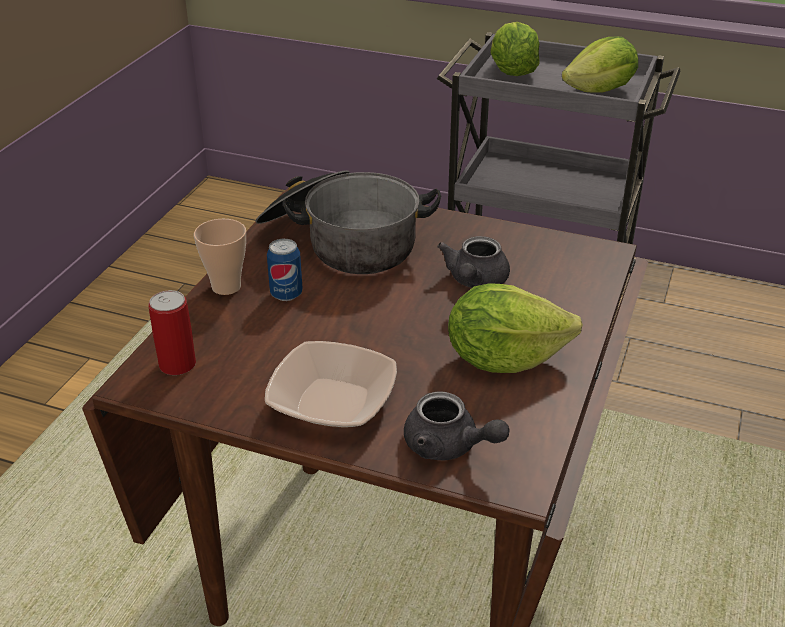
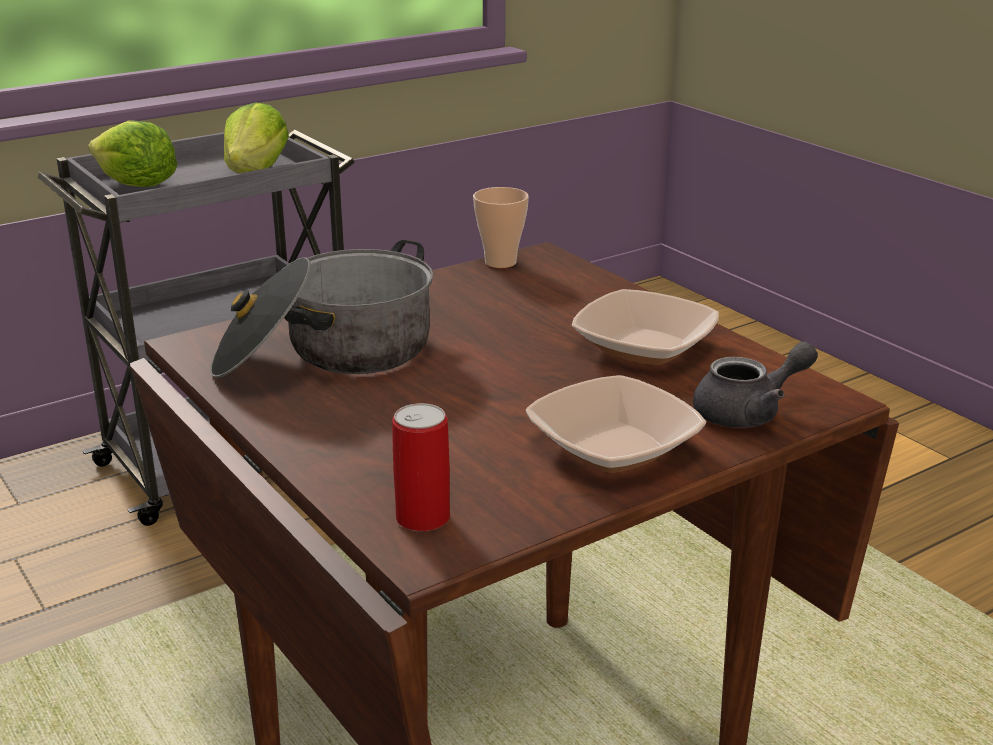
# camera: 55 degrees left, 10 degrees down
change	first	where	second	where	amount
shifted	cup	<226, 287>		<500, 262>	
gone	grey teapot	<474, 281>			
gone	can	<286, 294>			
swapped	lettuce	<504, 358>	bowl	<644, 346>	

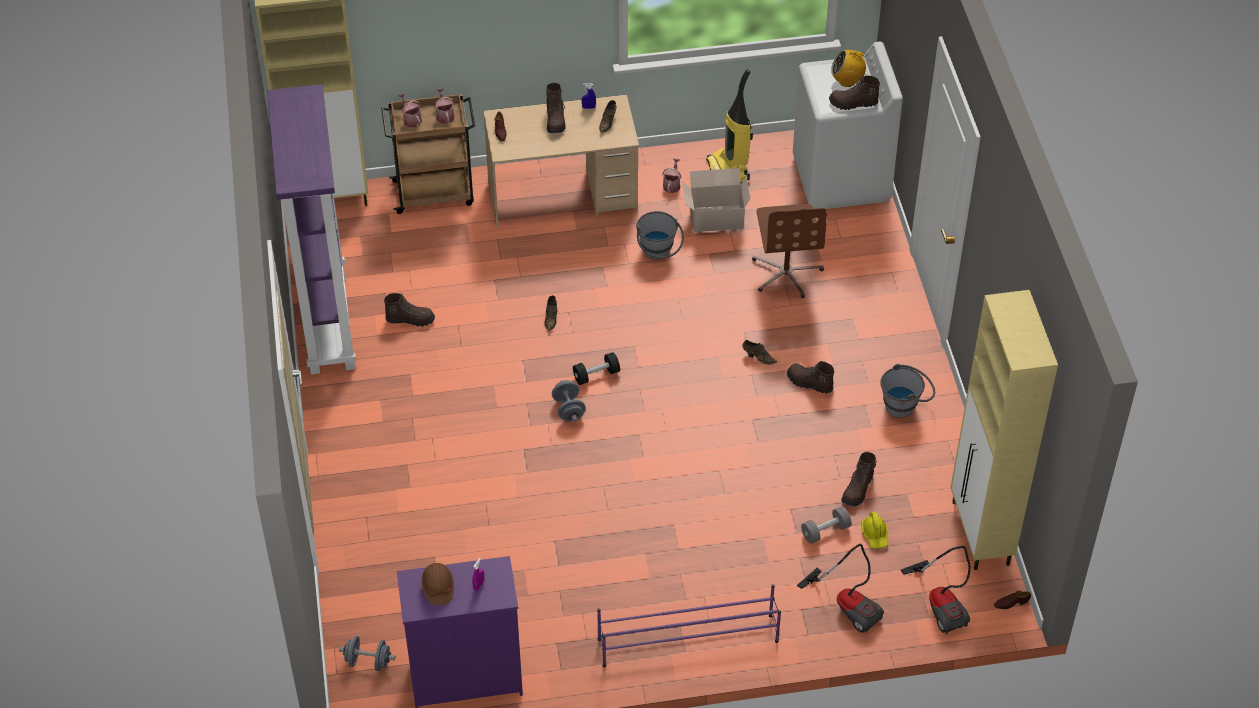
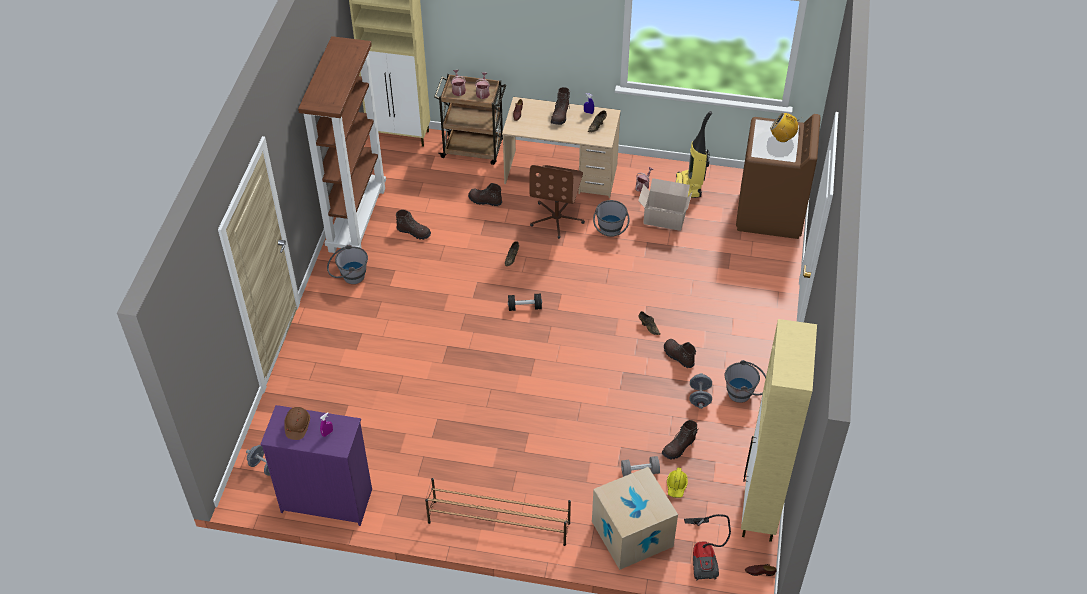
# camera: 20 degrees right, 0 degrees up
change	first	where	second	where	amount
repainted	white washing machine	<841, 179>	brown washing machine	<770, 213>	
shifted	brown boot	<853, 103>		<485, 201>	
repainted	purple bookcase	<326, 322>	brown bookcase	<356, 219>	
shifted	brown office chair	<786, 273>		<557, 218>	
shifted	grey dumbbell	<568, 409>		<699, 397>	
swapped	vacuum cleaner	<849, 605>	cardboard box	<632, 534>	
repainted	purple shoe rack	<687, 640>	brown shoe rack	<498, 522>	
new			grey bucket	<349, 277>	

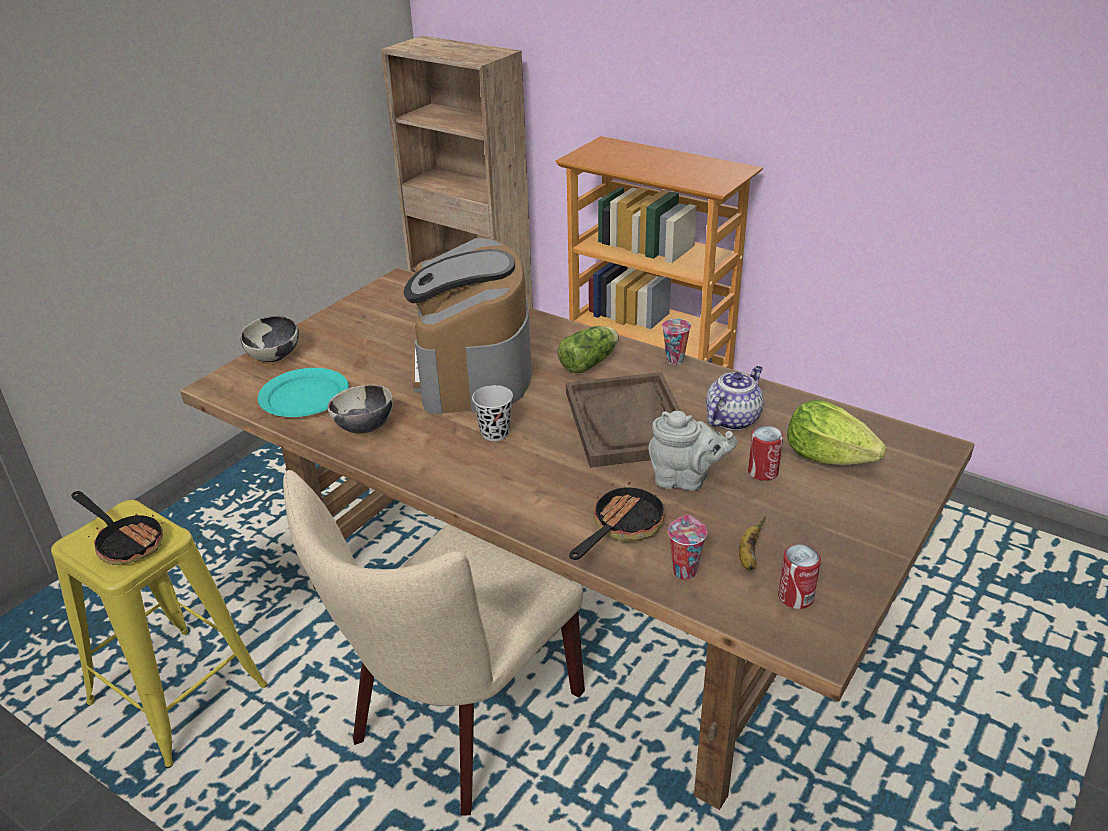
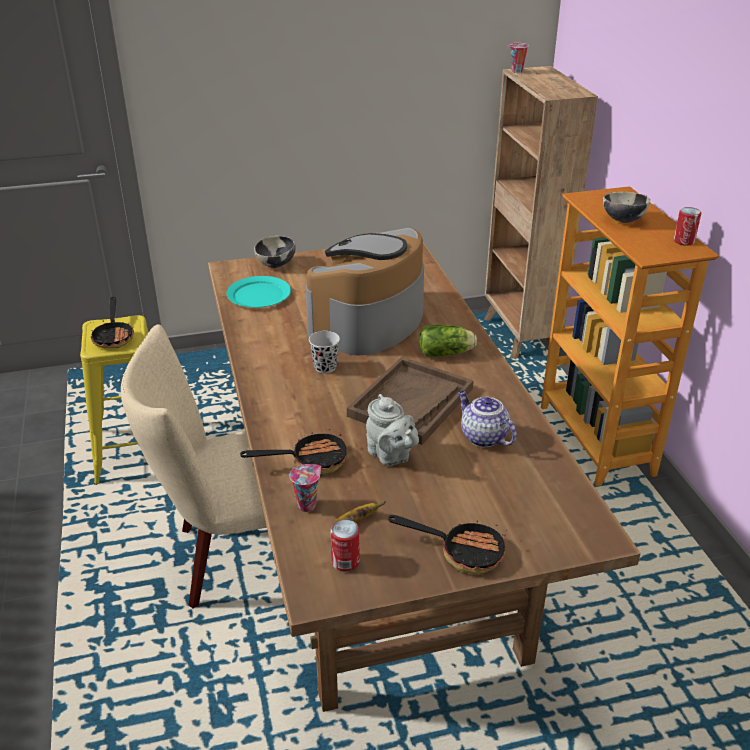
# camera: 40 degrees right, 0 degrees up
change	first	where	second	where	amount
shifted	cup	<674, 361>		<516, 71>	
rotated	teapot	<733, 419>		<482, 437>	120 degrees counterclockwise
shifted	bowl	<364, 428>		<622, 220>	
gone	lettuce	<827, 457>			
shifted	can	<763, 472>		<684, 241>	
new			frying pan	<462, 551>	

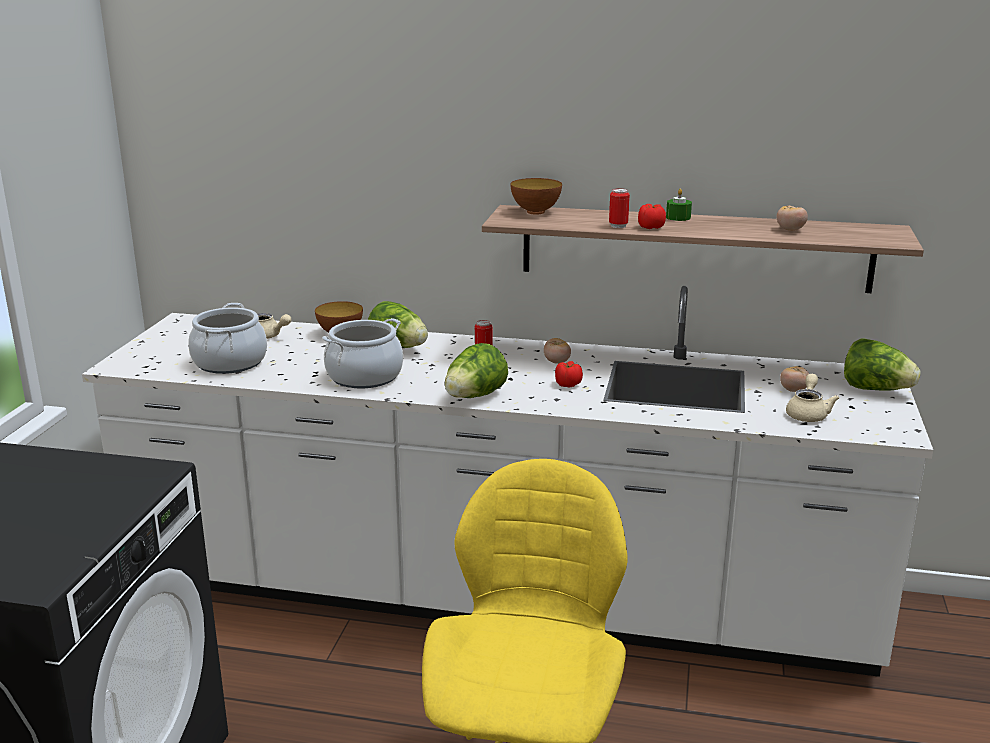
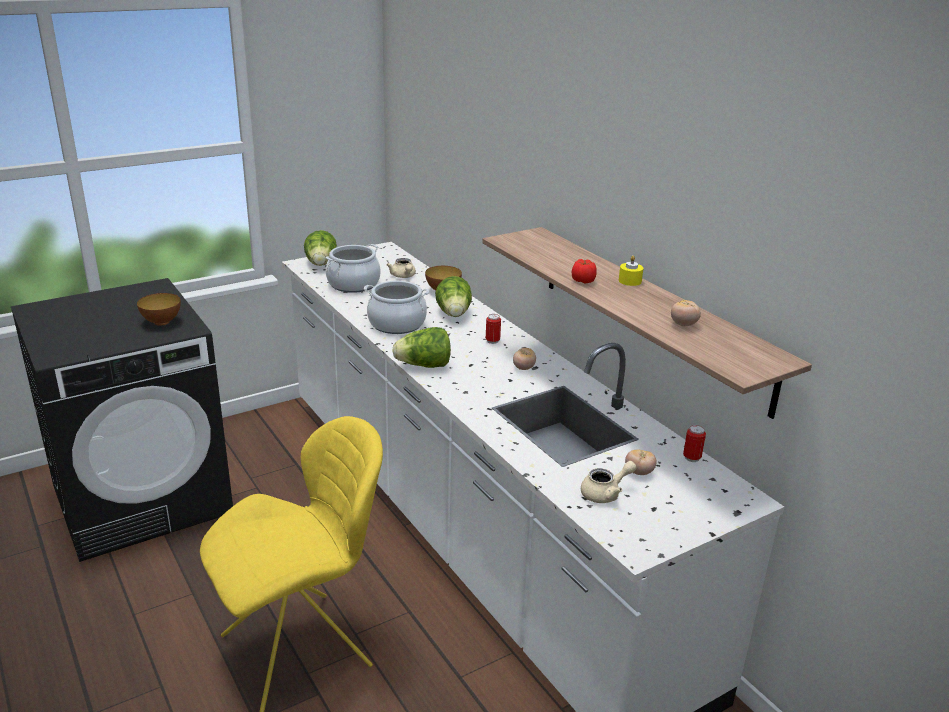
# camera: 45 degrees right, 5 degrees up
change	first	where	second	where	amount
shifted	bowl	<535, 212>		<162, 322>	
shifted	can	<618, 226>		<691, 458>	
repainted	green candle	<678, 217>	yellow candle	<630, 281>	
shifted	lettuce	<875, 390>		<321, 264>	
gone	tomato	<567, 384>			

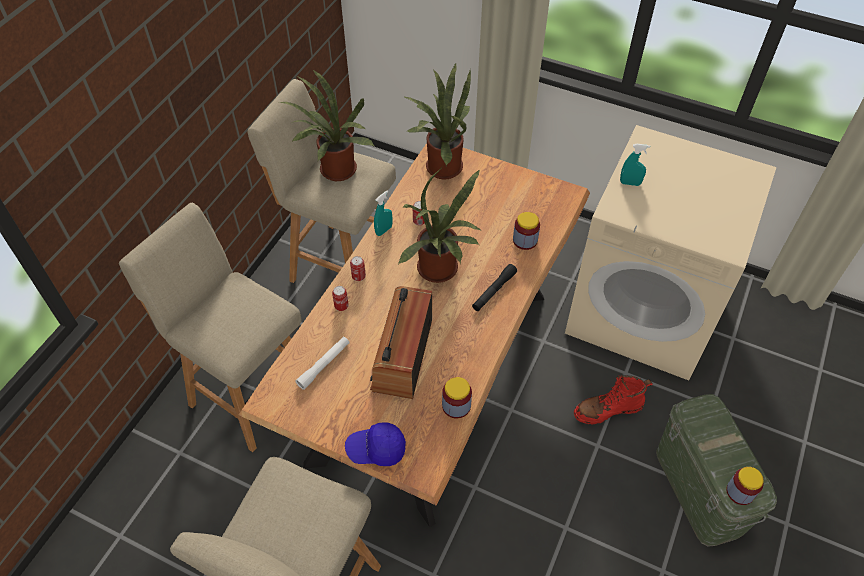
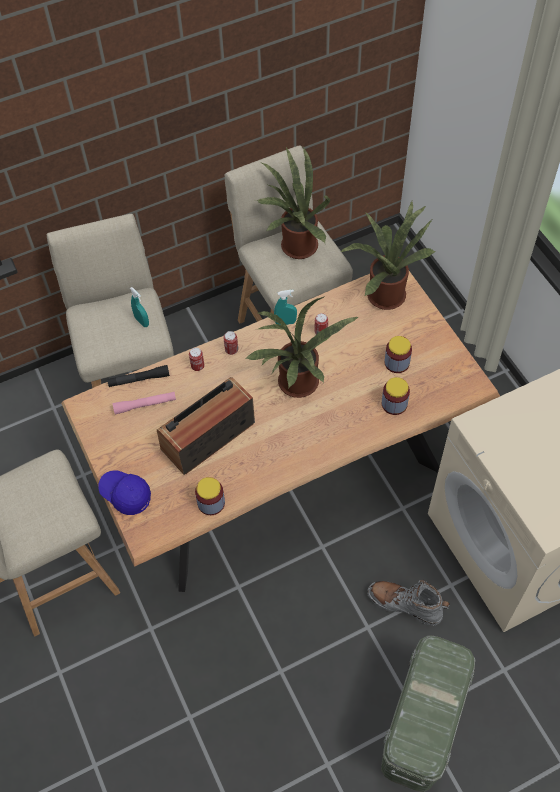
# camera: 40 degrees right, 5 degrees up
change	first	where	second	where	amount
shifted	turquoise spray bottle	<630, 183>		<142, 321>	
shifted	black flashlight	<494, 291>		<139, 379>	
repainted	white flashlight	<324, 365>	pink flashlight	<145, 405>	
repainted	red boot	<608, 409>	grey boot	<405, 604>	
shifted	jar	<740, 492>		<397, 363>	

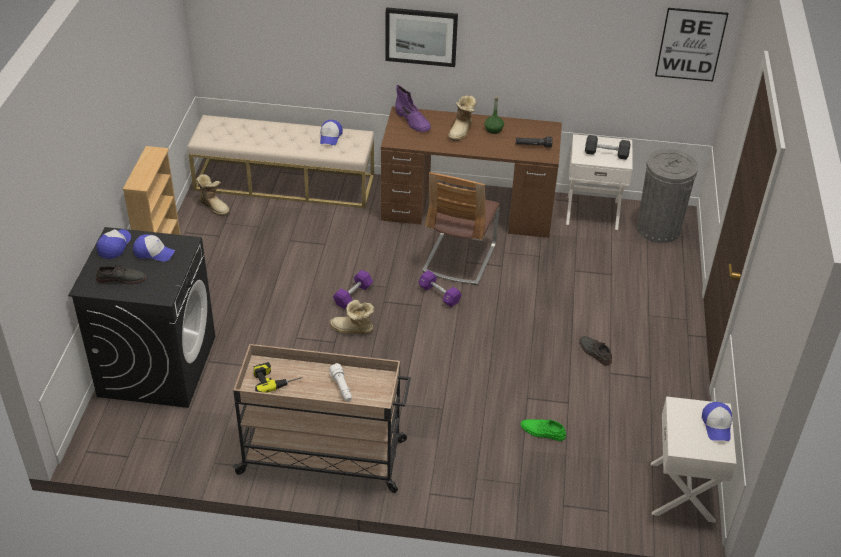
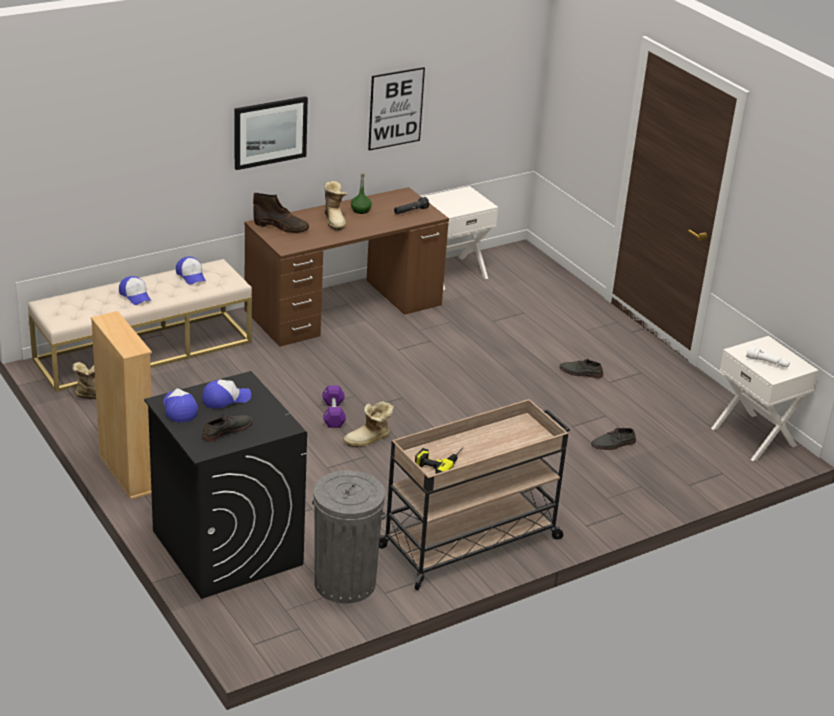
# camera: 40 degrees left, 10 degrees down
change	first	where	second	where	amount
shifted	picture	<690, 44>		<396, 108>	
repainted	purple boot	<413, 121>	brown boot	<281, 227>	
gone	black dumbbell	<606, 153>			
shifted	grey trash can	<658, 229>		<344, 583>	
gone	chair	<459, 258>			
gone	purple dumbbell	<439, 294>			
shifted	white flashlight	<341, 388>		<767, 363>	
shifted	cap	<717, 425>		<135, 295>	
repainted	green shoe	<542, 432>	grey shoe	<613, 444>	

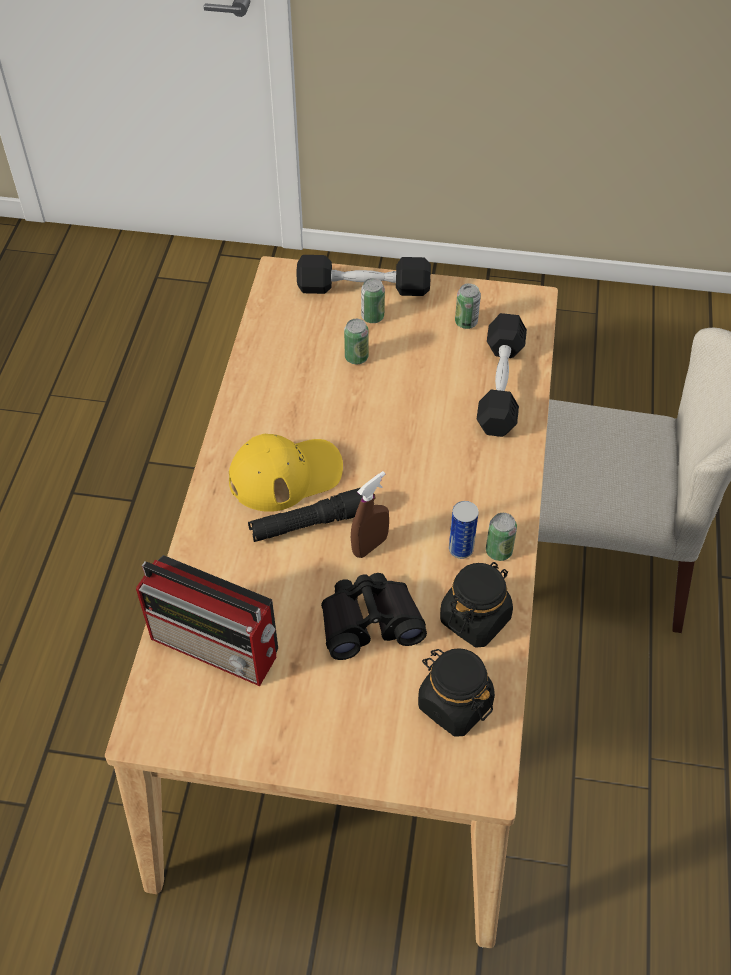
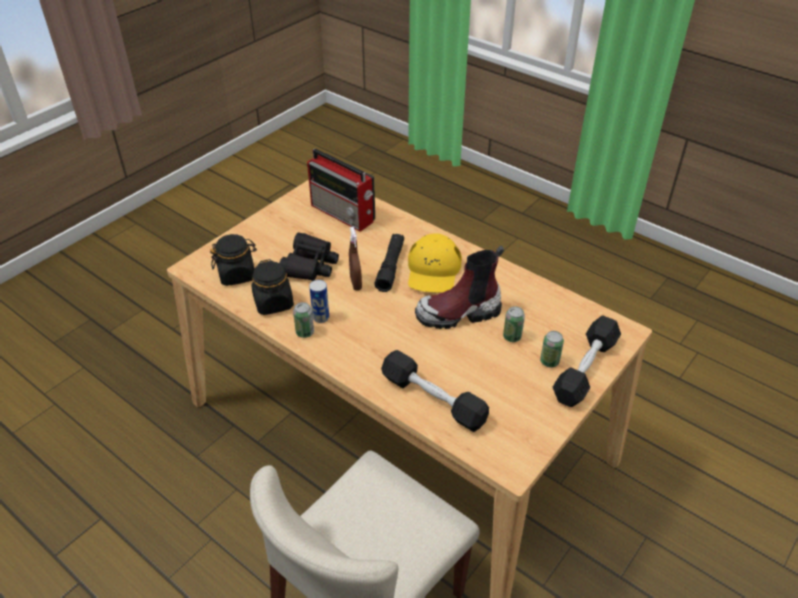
# camera: 120 degrees right, 10 degrees down
change	first	where	second	where	amount
gone	can	<466, 322>			
rotated	radio	<217, 647>		<344, 214>	105 degrees counterclockwise
new			boot	<459, 313>	

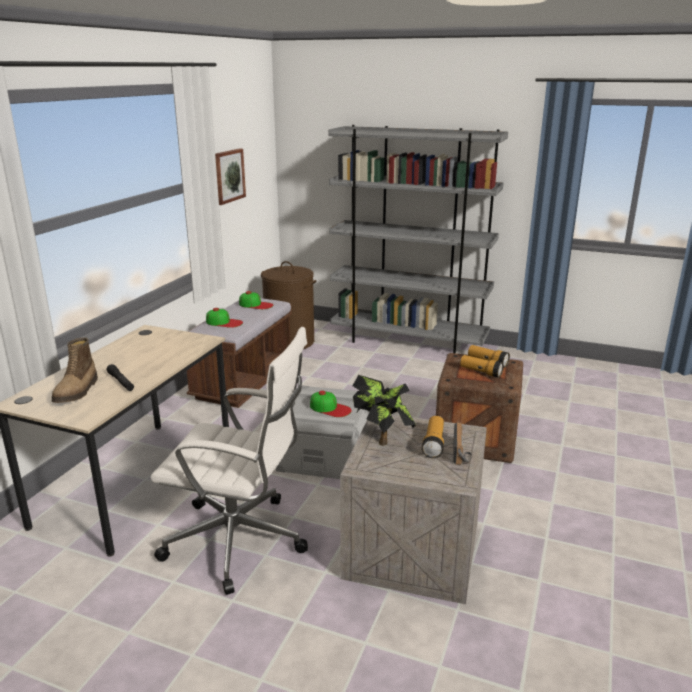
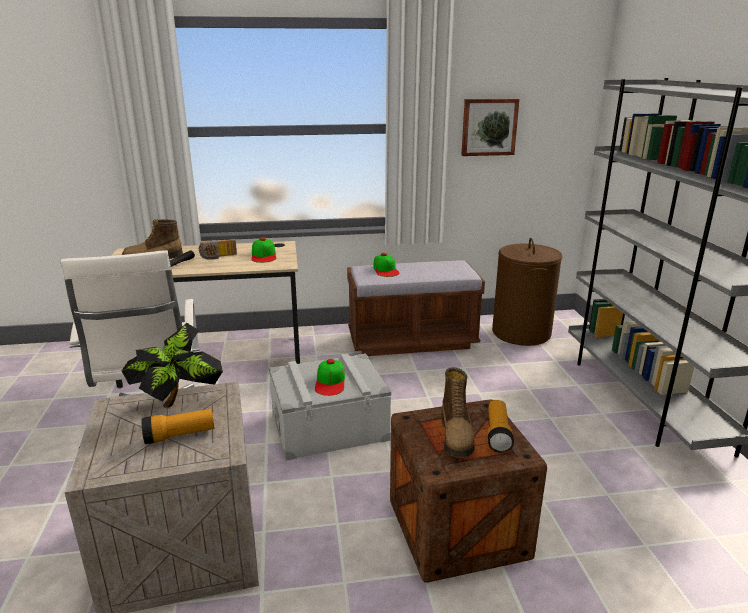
# camera: 60 degrees right, 0 degrees up
change	first	where	second	where	amount
shifted	cap	<256, 305>		<264, 255>	
swapped	flashlight	<480, 372>	boot	<457, 436>	
shifted	radio	<462, 453>		<218, 257>	

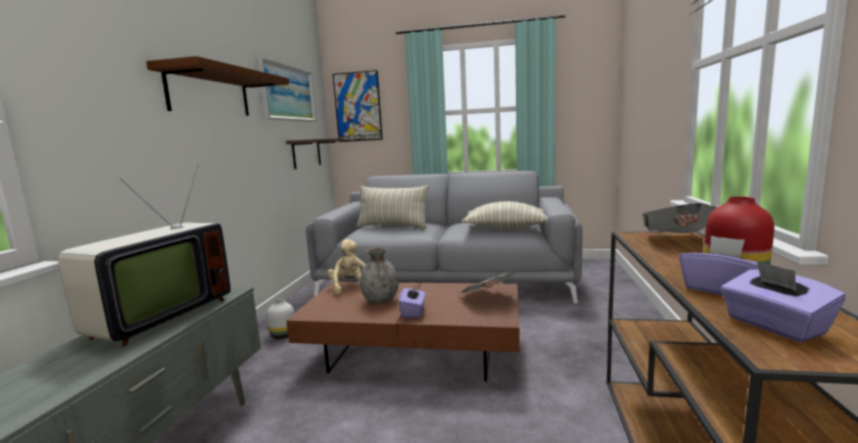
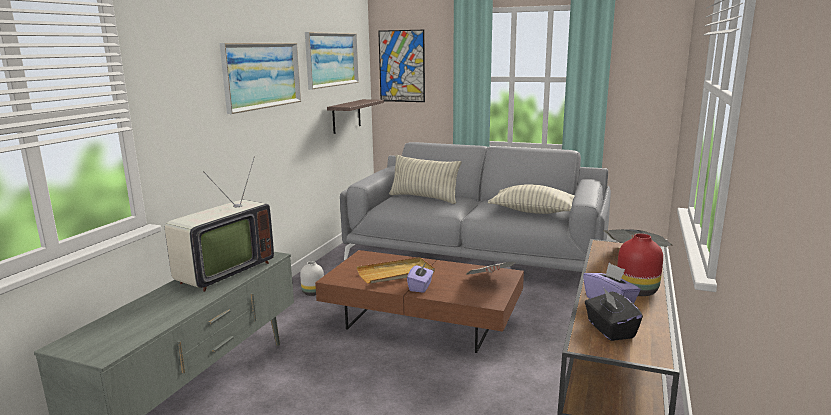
# camera: 10 degrees right, 5 degrees up
change	first	where	second	where	amount
swapped	brown shelf	<210, 93>	picture	<262, 75>	
gone	beige plush toy	<350, 287>			
swapped	grey vase	<381, 300>	beige tray	<396, 273>	
repainted	purple tissue box	<774, 326>	black tissue box	<610, 330>	

